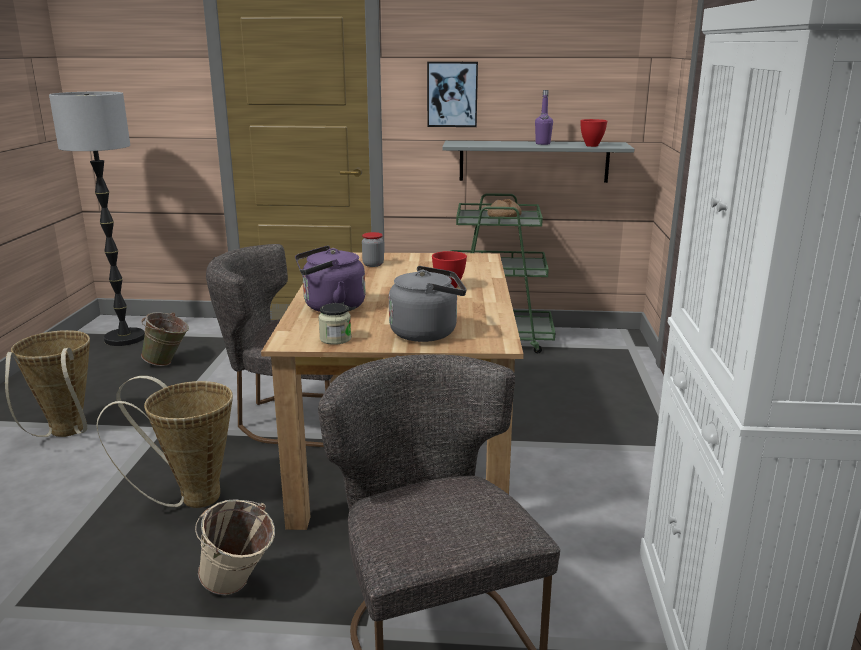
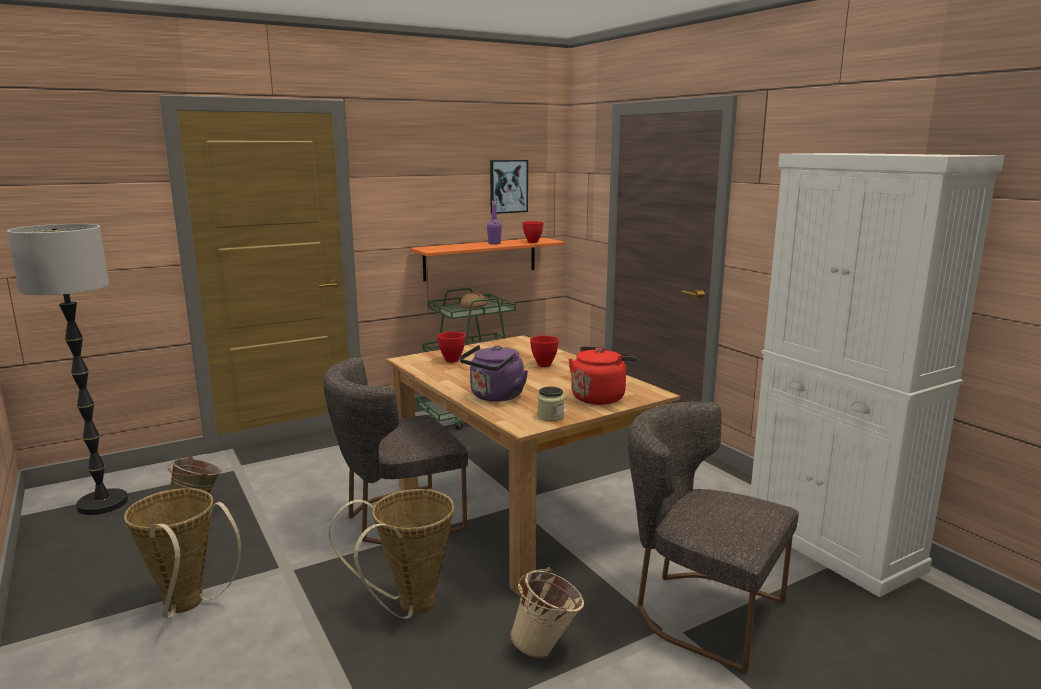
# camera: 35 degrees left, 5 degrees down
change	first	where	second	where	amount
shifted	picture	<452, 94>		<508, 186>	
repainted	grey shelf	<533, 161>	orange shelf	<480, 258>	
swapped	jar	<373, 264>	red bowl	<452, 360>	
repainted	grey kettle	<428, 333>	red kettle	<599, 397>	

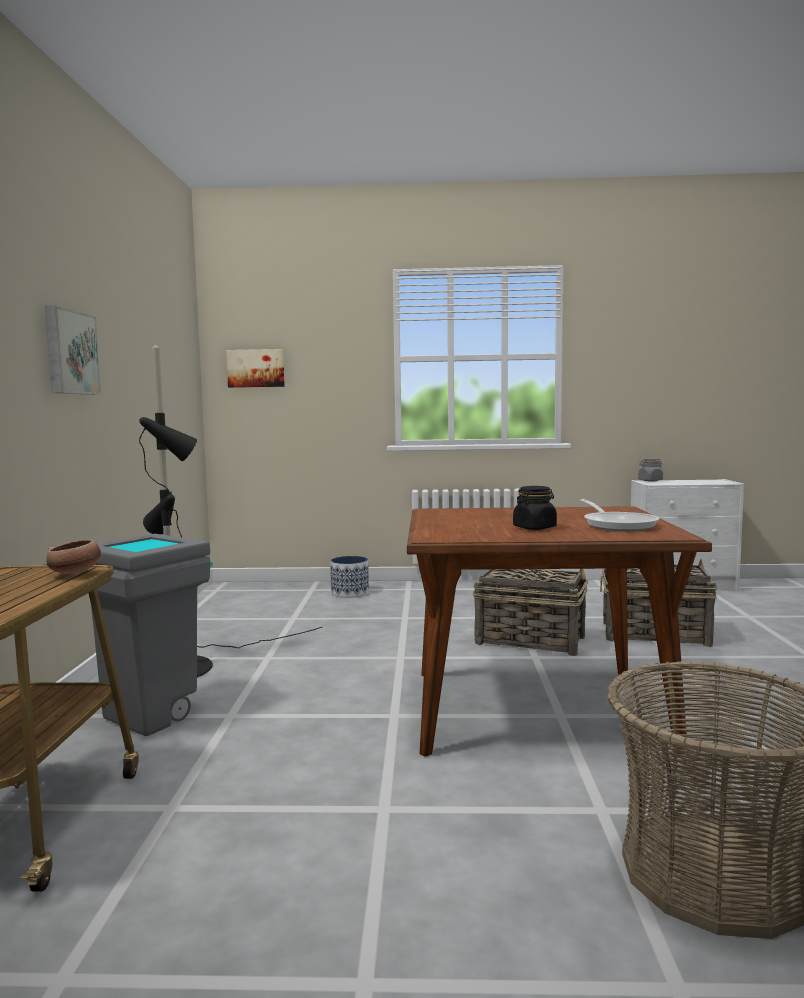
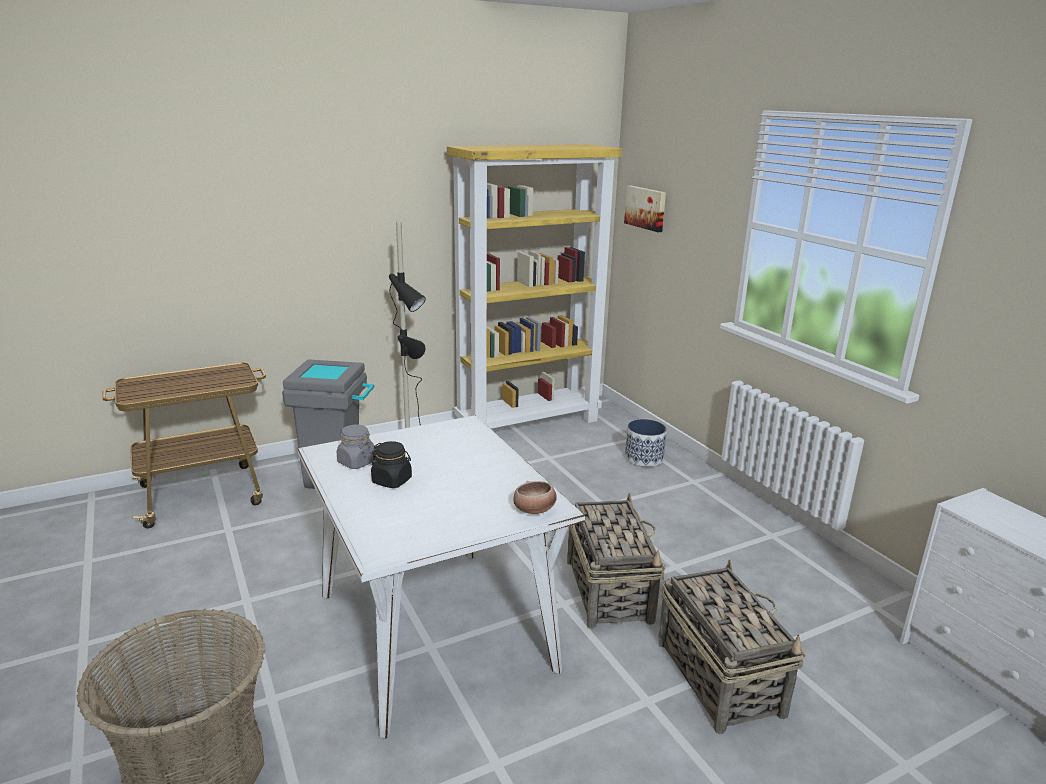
# camera: 60 degrees right, 15 degrees up
change	first	where	second	where	amount
gone	picture	<70, 353>			
shifted	grey jar	<650, 480>		<356, 462>	
gone	frying pan	<617, 525>			
repainted	brown dining table	<537, 709>	white dining table	<435, 631>	
shifted	bowl	<75, 573>		<534, 510>	
new			yellow bookcase	<528, 423>	

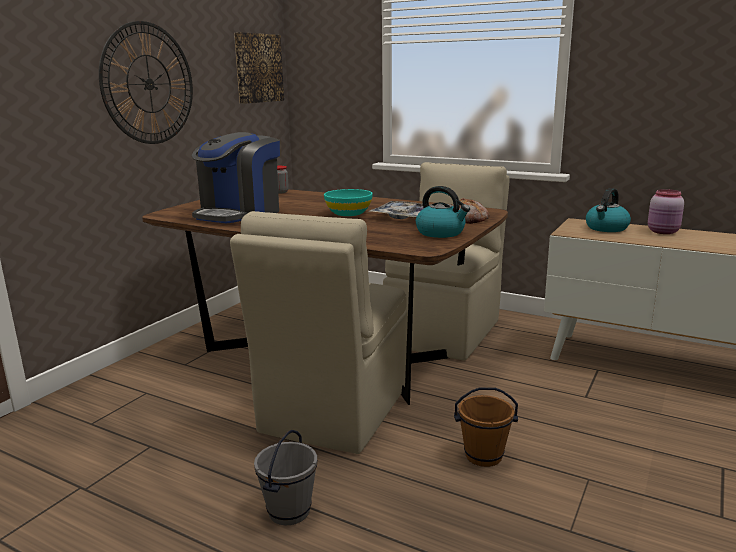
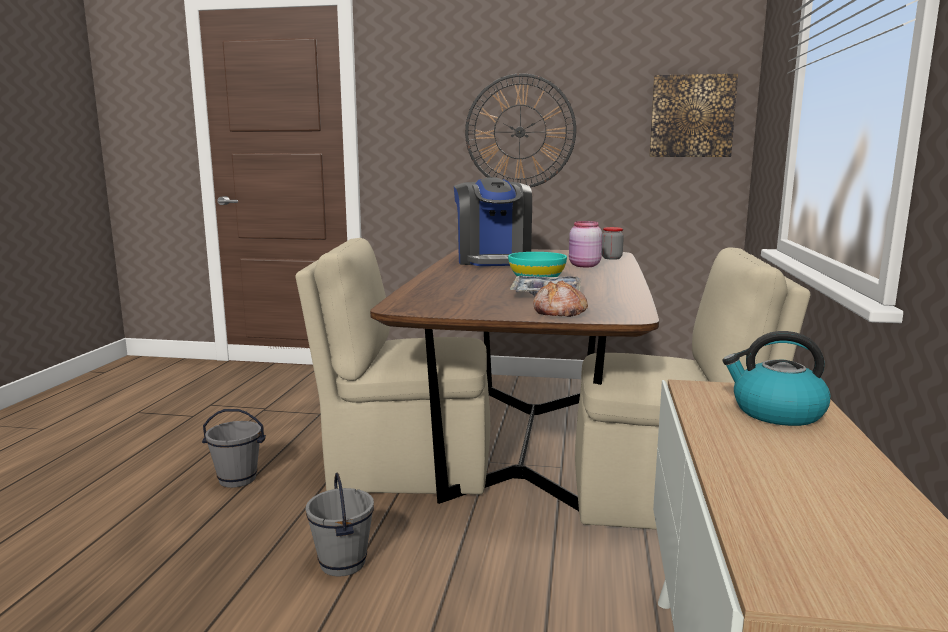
# camera: 70 degrees right, 5 degrees down
change	first	where	second	where	amount
rotated	coffee machine	<240, 214>		<493, 261>	105 degrees counterclockwise
gone	kettle	<441, 233>			
shifted	pink jar	<663, 232>		<584, 265>	
repainted	brown bucket	<483, 455>	grey bucket	<343, 563>	

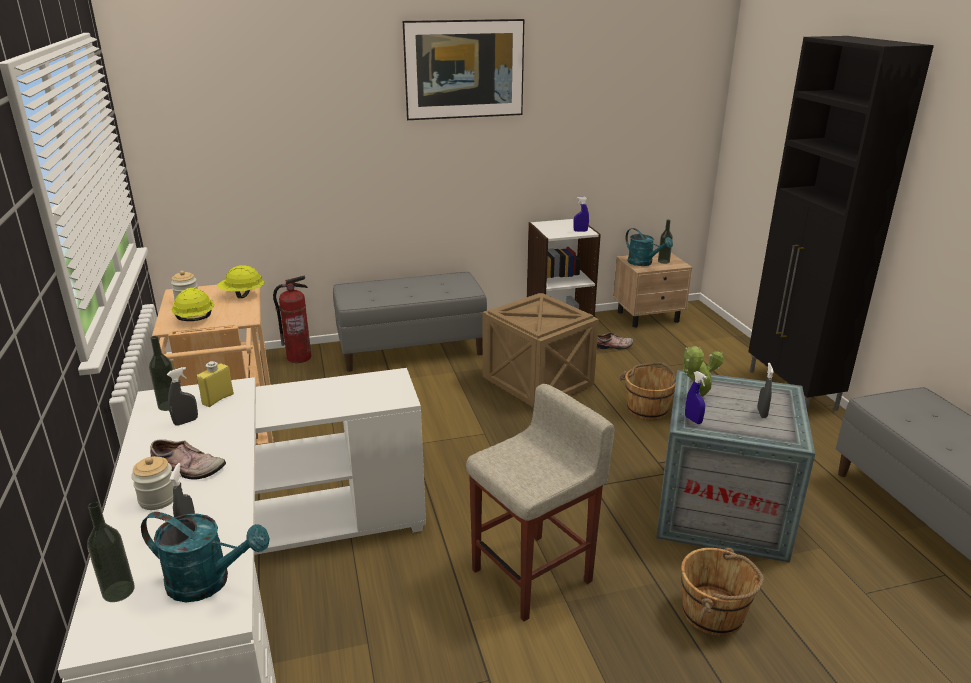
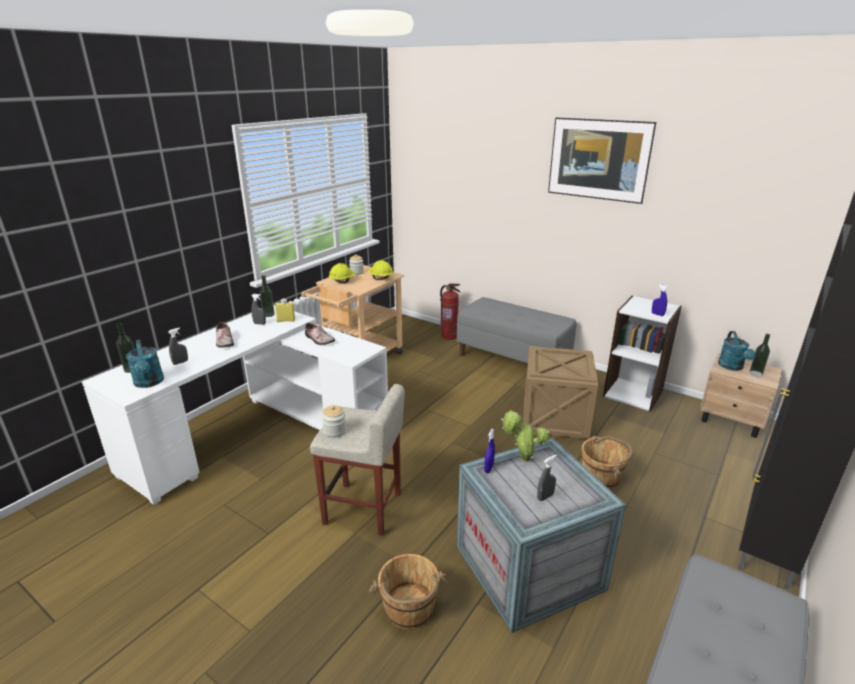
# camera: 50 degrees right, 0 degrees up
change	first	where	second	where	amount
shifted	shoe	<613, 346>		<318, 339>	
shifted	jar	<158, 499>		<334, 431>	

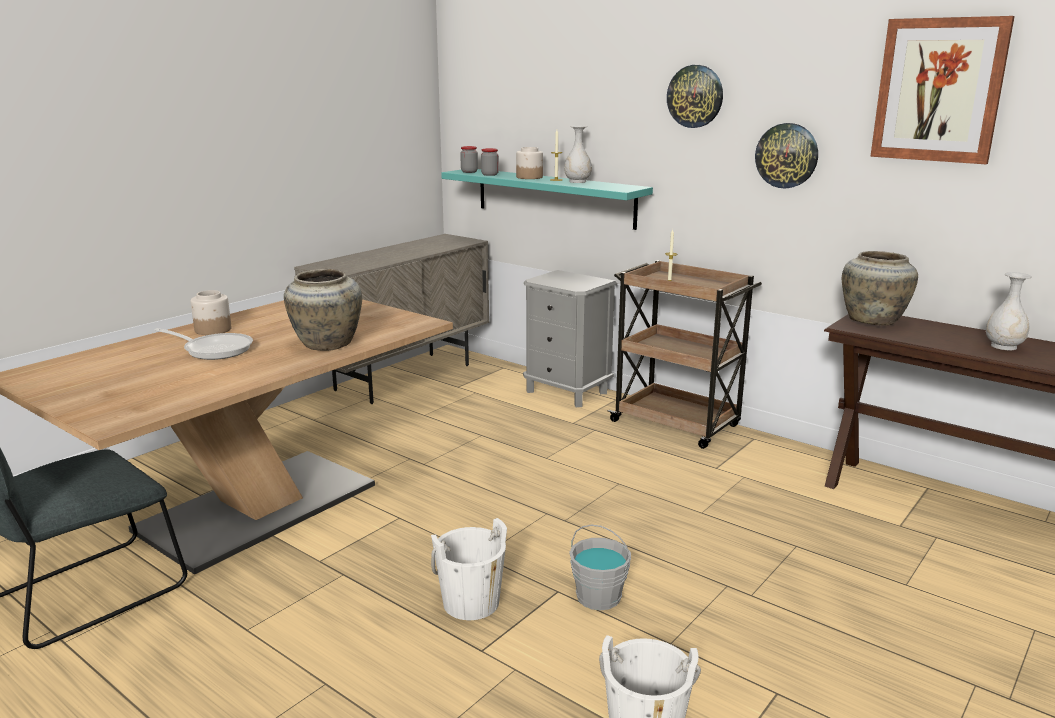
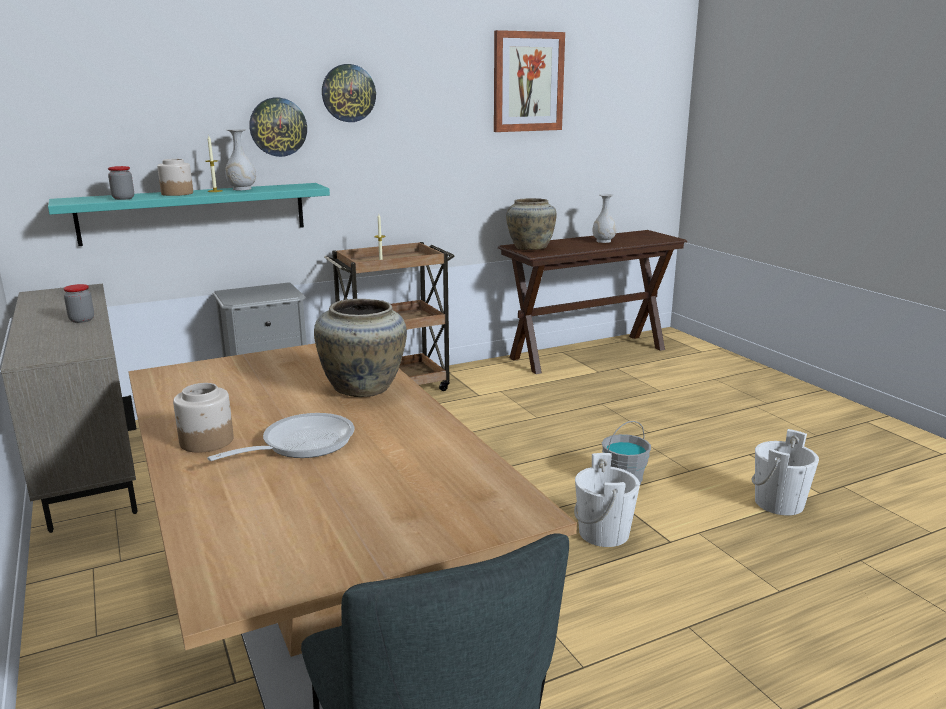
# camera: 65 degrees left, 0 degrees up
change	first	where	second	where	amount
shifted	wall clock	<786, 155>		<278, 127>	
shifted	jar	<469, 172>		<82, 320>	

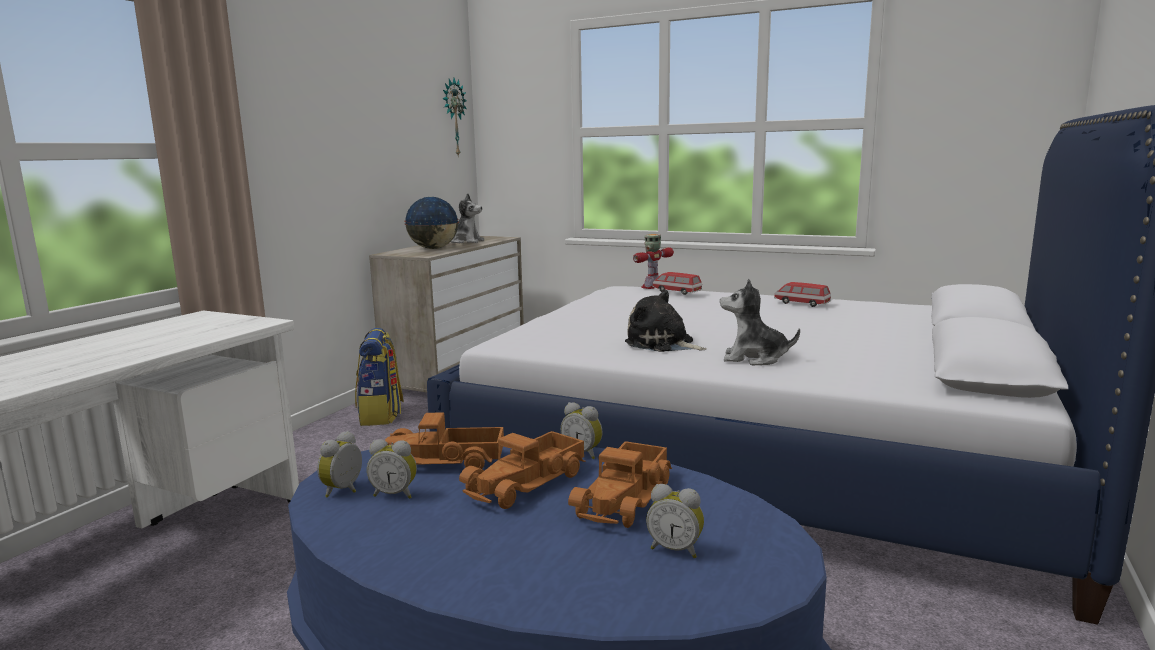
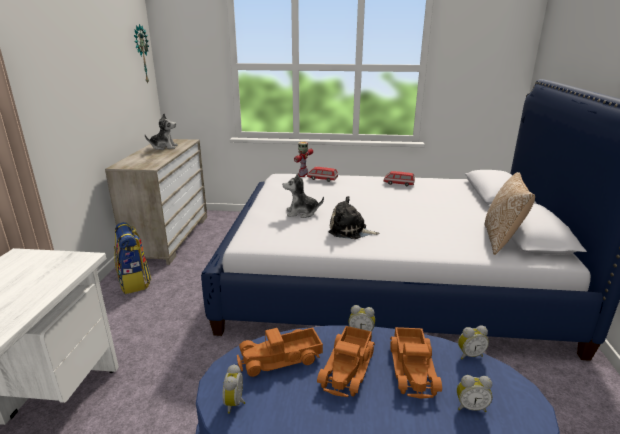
# camera: 20 degrees left, 10 degrees up
change	first	where	second	where	amount
gone	globe	<434, 248>			
shifted	plush toy	<754, 358>		<301, 213>	
shifted	alarm clock	<395, 494>		<469, 354>	
new			pillow	<501, 240>	

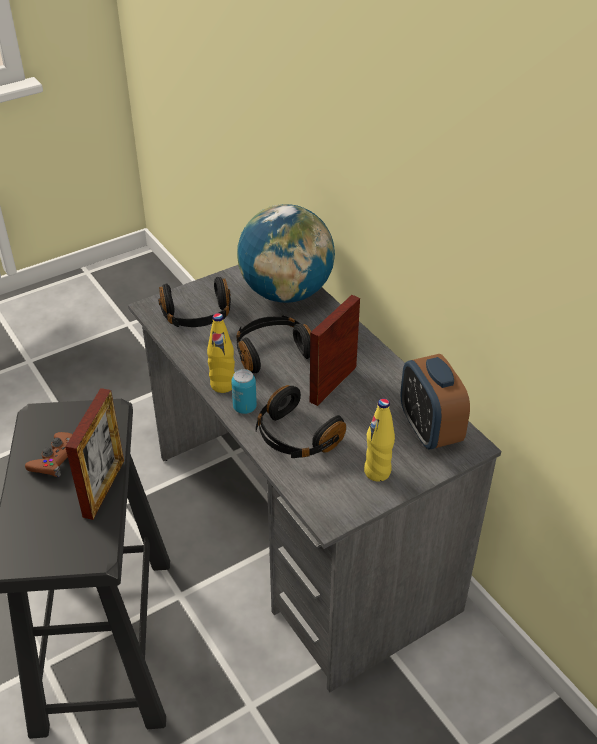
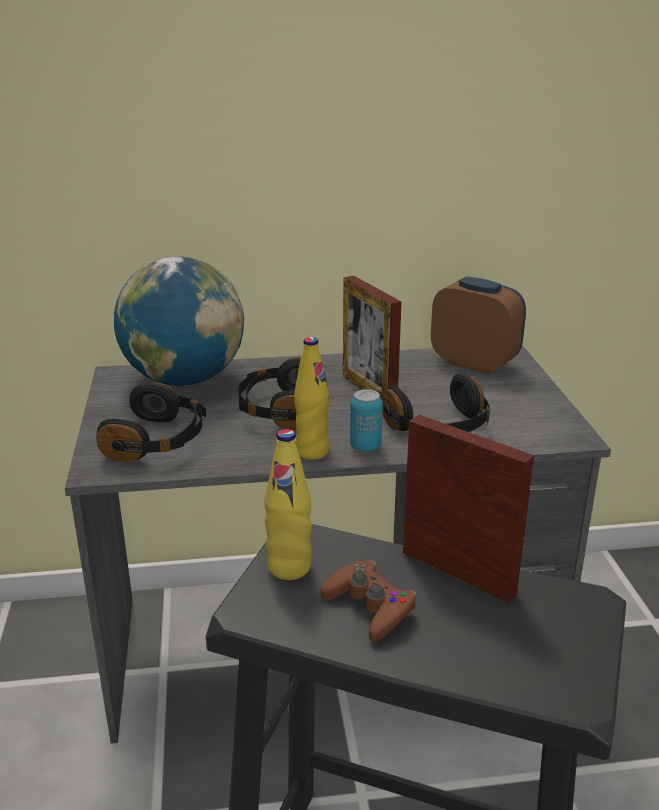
# camera: 65 degrees left, 15 degrees down
change	first	where	second	where	amount
rotated	alarm clock	<429, 430>		<474, 363>	150 degrees counterclockwise
shifted	yellow bottle	<377, 472>		<289, 567>	

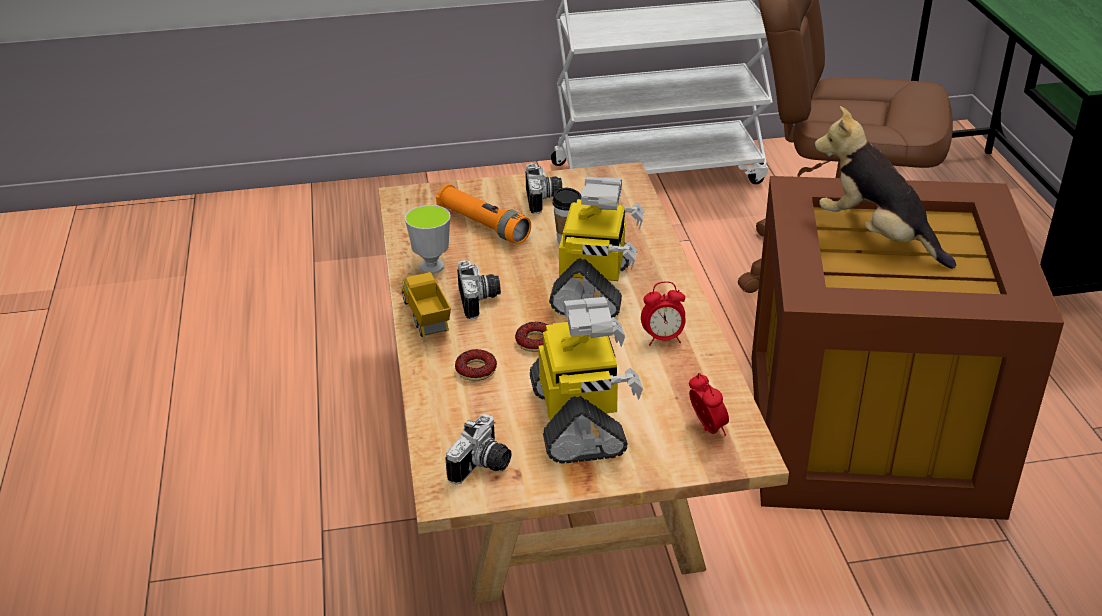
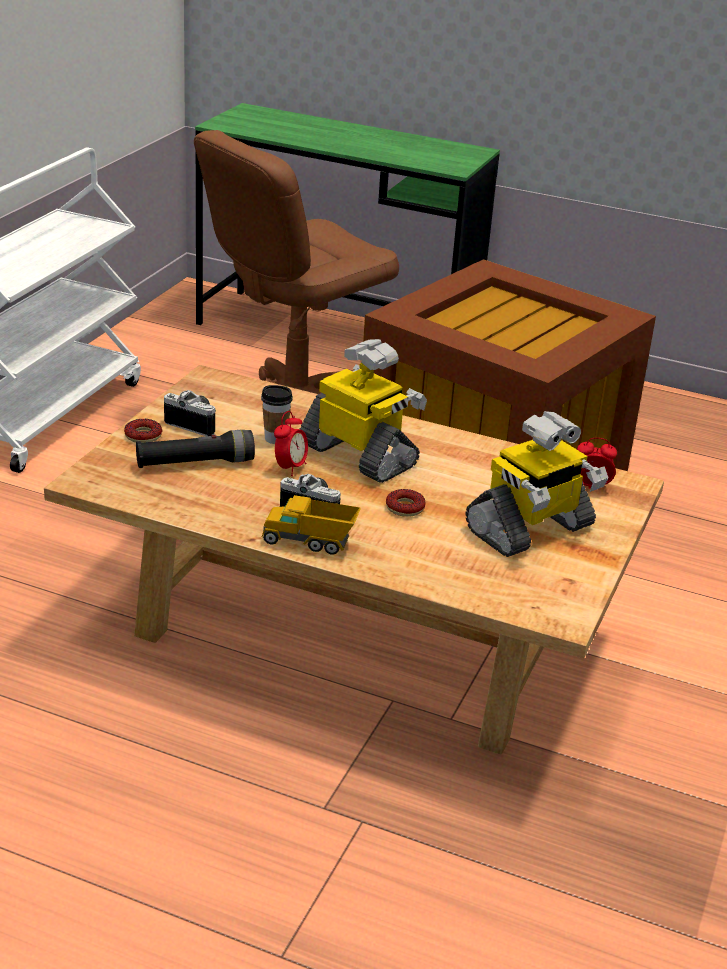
# camera: 60 degrees left, 5 degrees down
change	first	where	second	where	amount
gone	plush toy	<877, 236>			
repainted	orange flashlight	<483, 225>	black flashlight	<195, 463>	
gone	cup	<431, 267>			
shifted	alarm clock	<663, 339>		<290, 468>	
rotated	toy robot	<580, 421>		<530, 530>	120 degrees clockwise
shifted	donut	<476, 370>		<143, 436>	
gone	photo camera	<483, 467>			

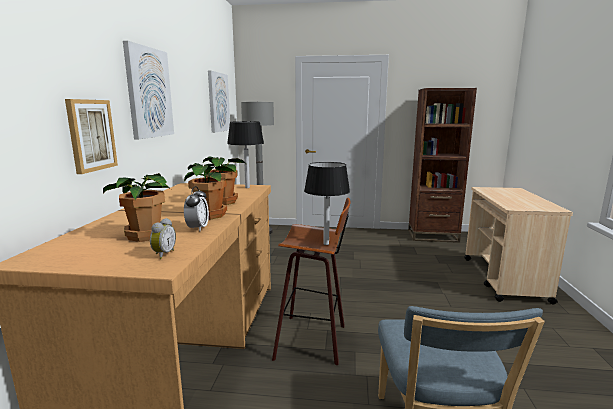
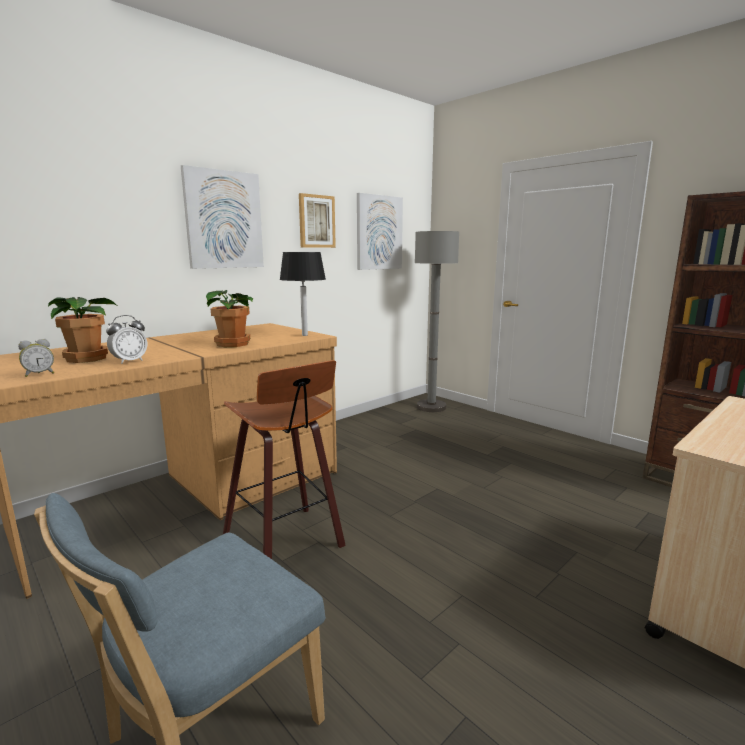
# camera: 40 degrees right, 0 degrees up
change	first	where	second	where	amount
shifted	picture	<91, 135>		<316, 221>	
gone	black table lamp	<326, 244>			
gone	potted plant	<210, 214>			

